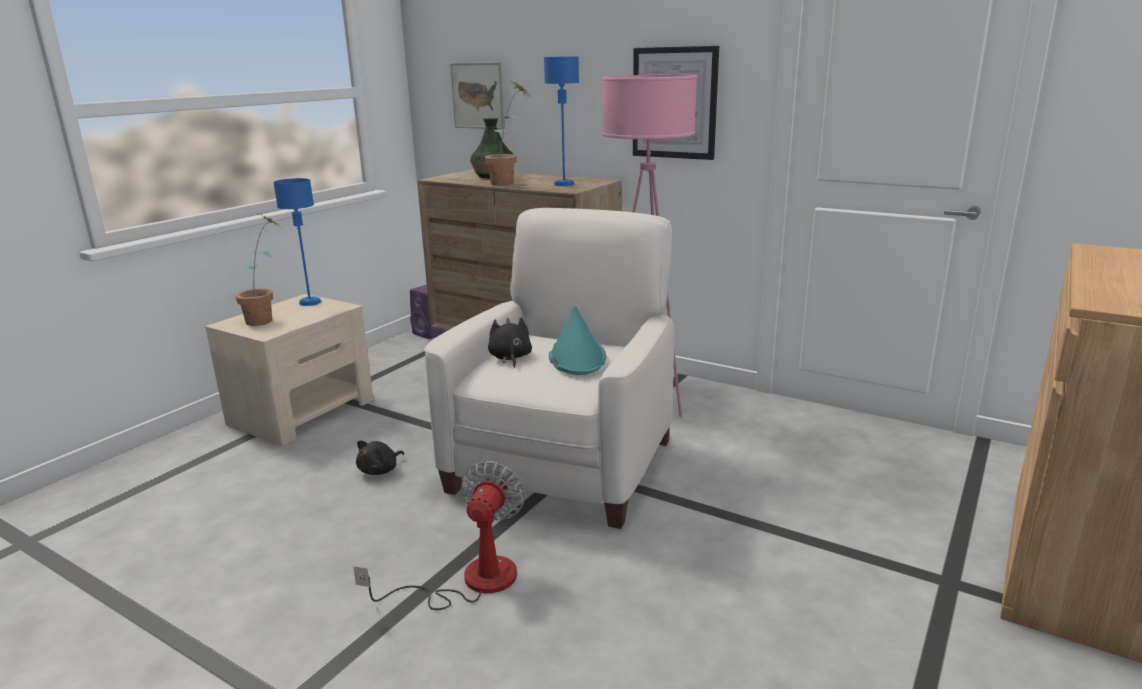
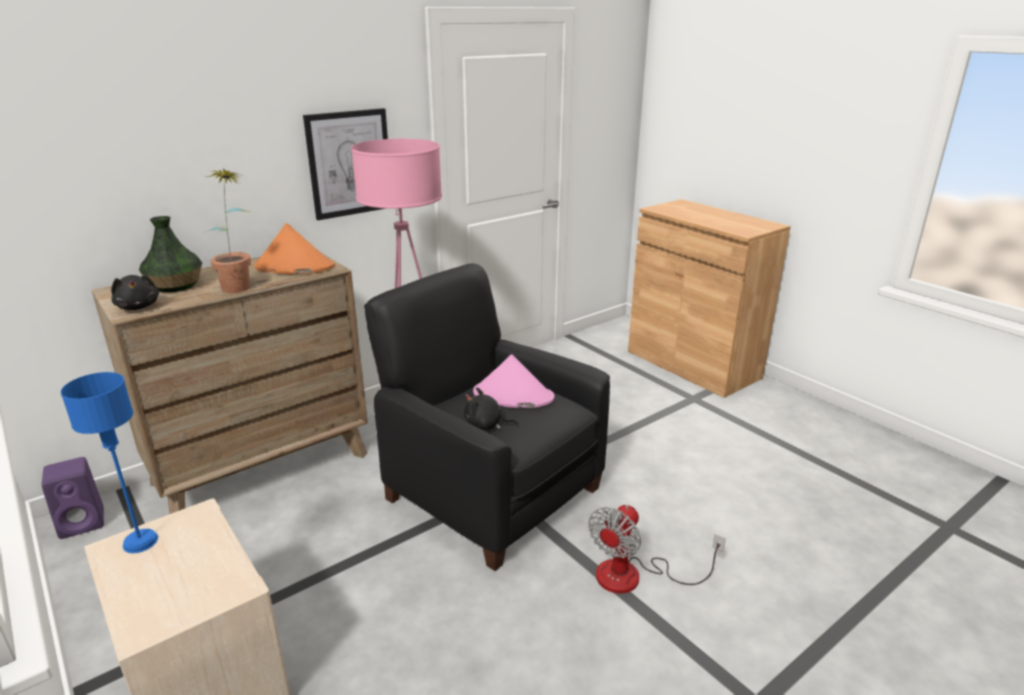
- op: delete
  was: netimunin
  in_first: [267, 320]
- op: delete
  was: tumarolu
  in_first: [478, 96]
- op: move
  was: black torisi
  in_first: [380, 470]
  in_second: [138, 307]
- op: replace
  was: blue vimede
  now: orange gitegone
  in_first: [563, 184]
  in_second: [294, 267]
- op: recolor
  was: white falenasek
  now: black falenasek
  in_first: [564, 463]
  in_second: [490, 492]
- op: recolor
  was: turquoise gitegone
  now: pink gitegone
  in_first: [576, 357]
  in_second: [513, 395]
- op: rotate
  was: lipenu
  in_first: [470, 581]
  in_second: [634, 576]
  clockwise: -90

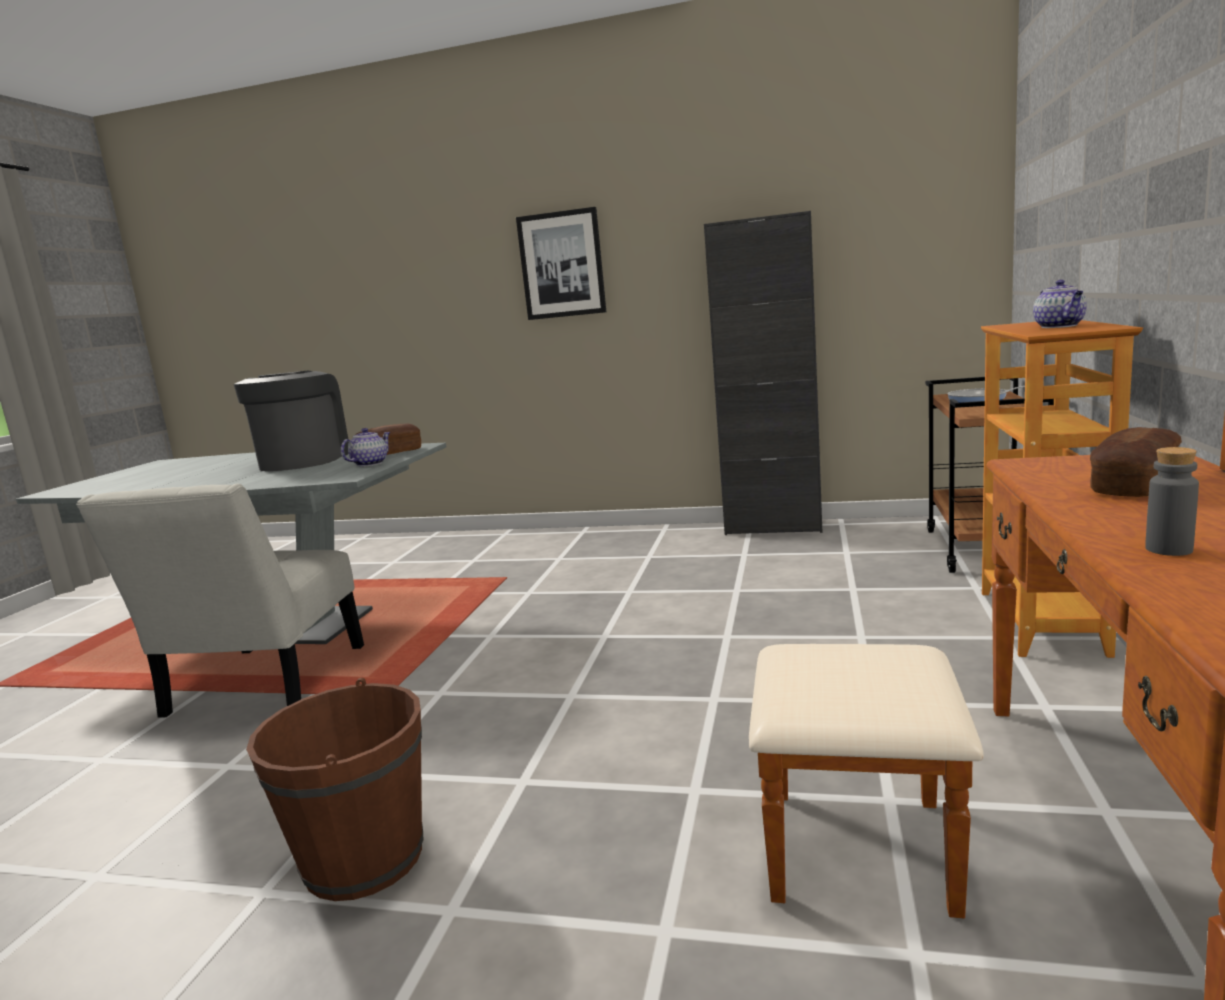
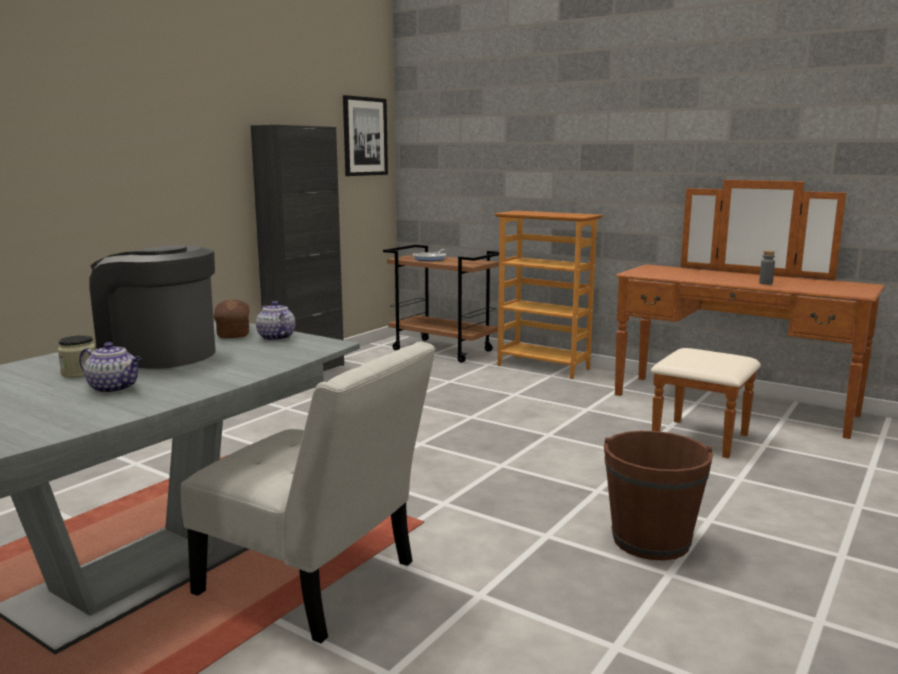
- op: delete
  was: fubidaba
  in_first: [1134, 485]
- op: insert
  now: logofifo
  in_second: [79, 373]
- op: move
  was: tumarolu
  in_first: [562, 265]
  in_second: [364, 136]
- op: move
  was: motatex
  in_first: [1060, 326]
  in_second: [114, 388]

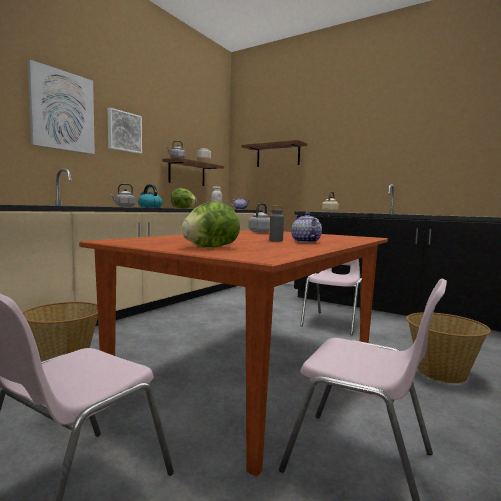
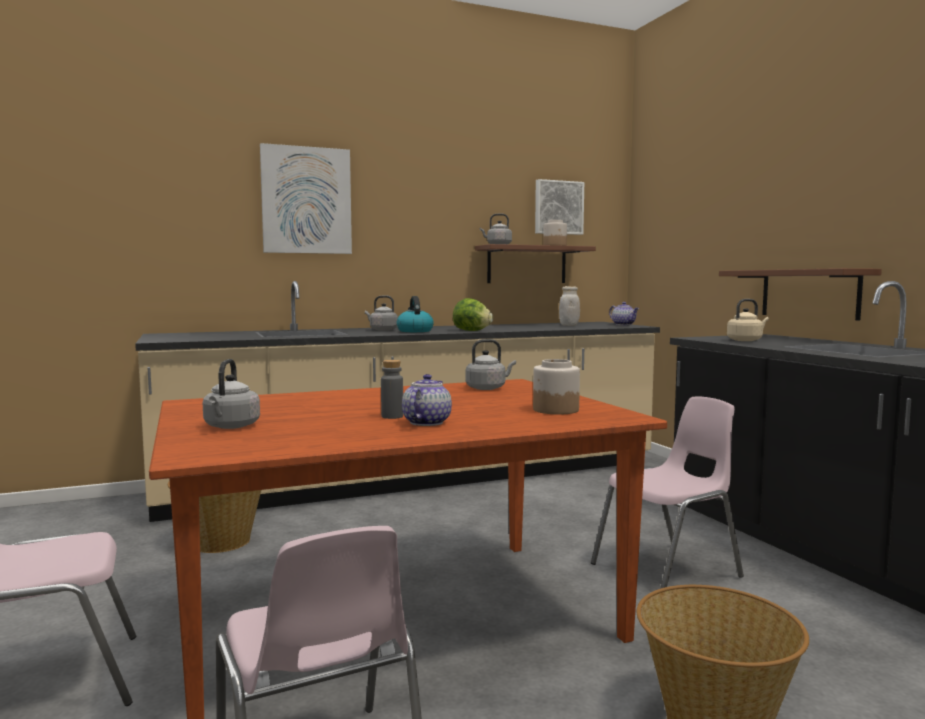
- op: insert
  now: logofifo
  in_second: [555, 410]
- op: move
  was: tumarolu
  in_first: [124, 132]
  in_second: [558, 207]
- op: move
  was: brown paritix
  in_first: [278, 155]
  in_second: [809, 293]
- op: replace
  was: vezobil
  now: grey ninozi
  in_first: [210, 247]
  in_second: [231, 427]

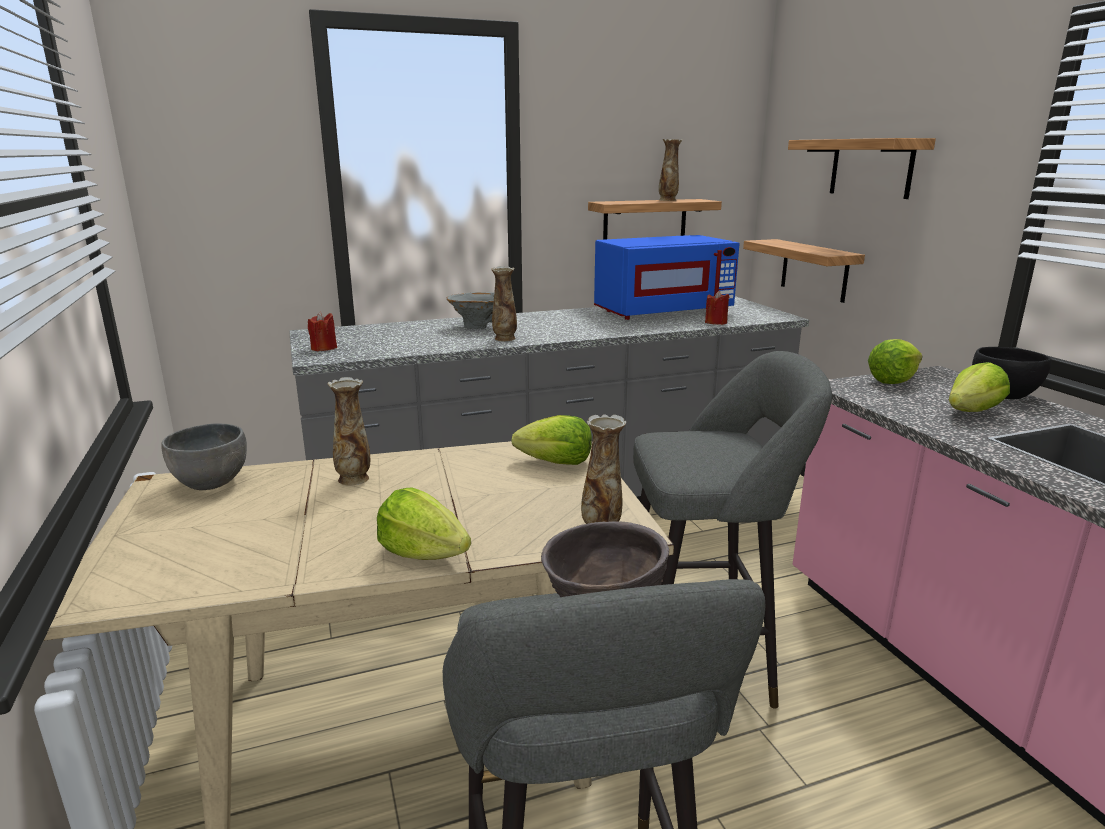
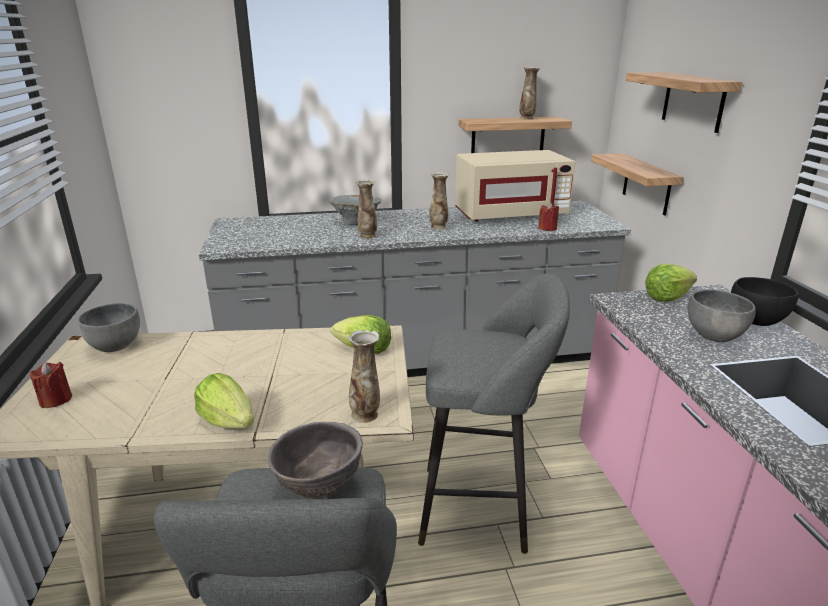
- op: move
  was: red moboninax
  in_first: [324, 348]
  in_second: [56, 400]
- op: move
  was: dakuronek
  in_first: [354, 479]
  in_second: [438, 227]
- op: replace
  was: vezobil
  now: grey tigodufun
  in_first: [971, 412]
  in_second: [715, 336]
- op: recolor
  was: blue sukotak
  now: beige sukotak
  in_first: [662, 312]
  in_second: [510, 214]

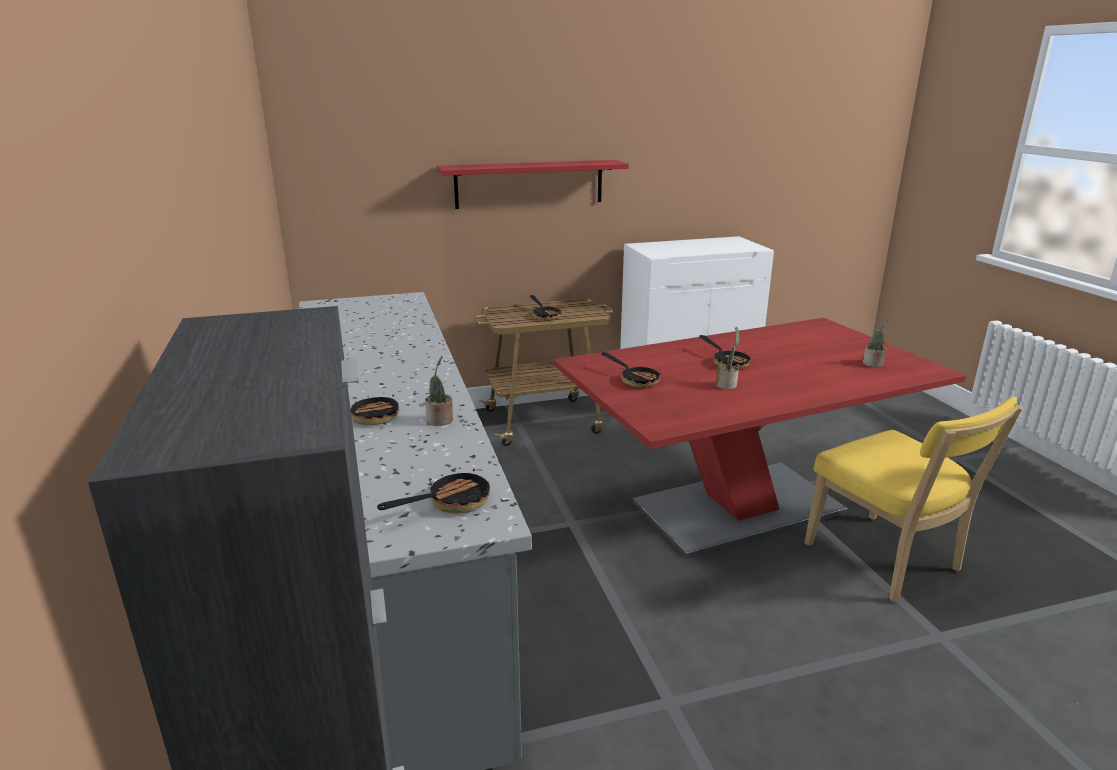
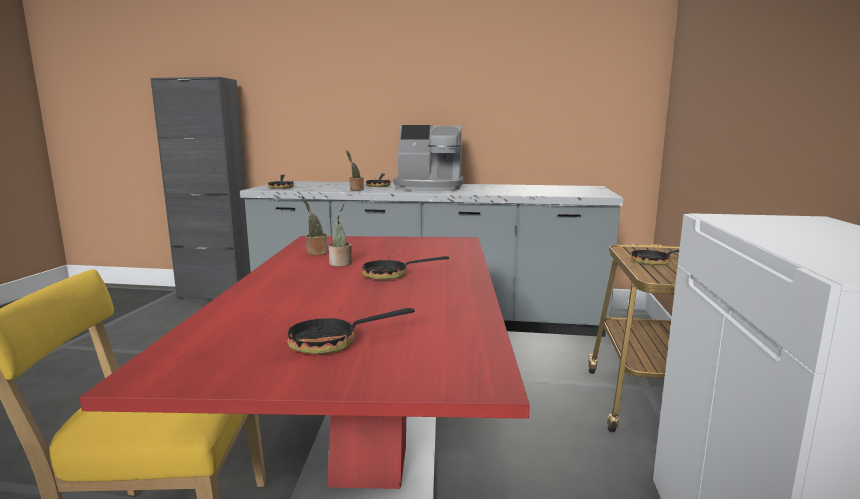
- op: delete
  was: red paritix
  in_first: [529, 184]
- op: insert
  now: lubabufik
  in_second: [429, 187]
- op: move
  was: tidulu
  in_first: [635, 379]
  in_second: [334, 343]
- op: move
  was: netimunin
  in_first: [873, 364]
  in_second: [315, 253]

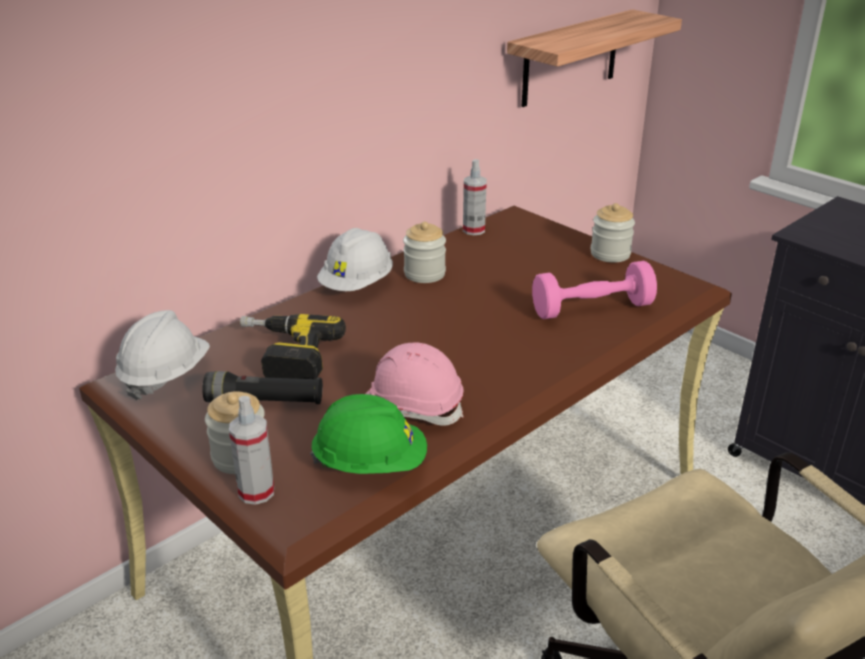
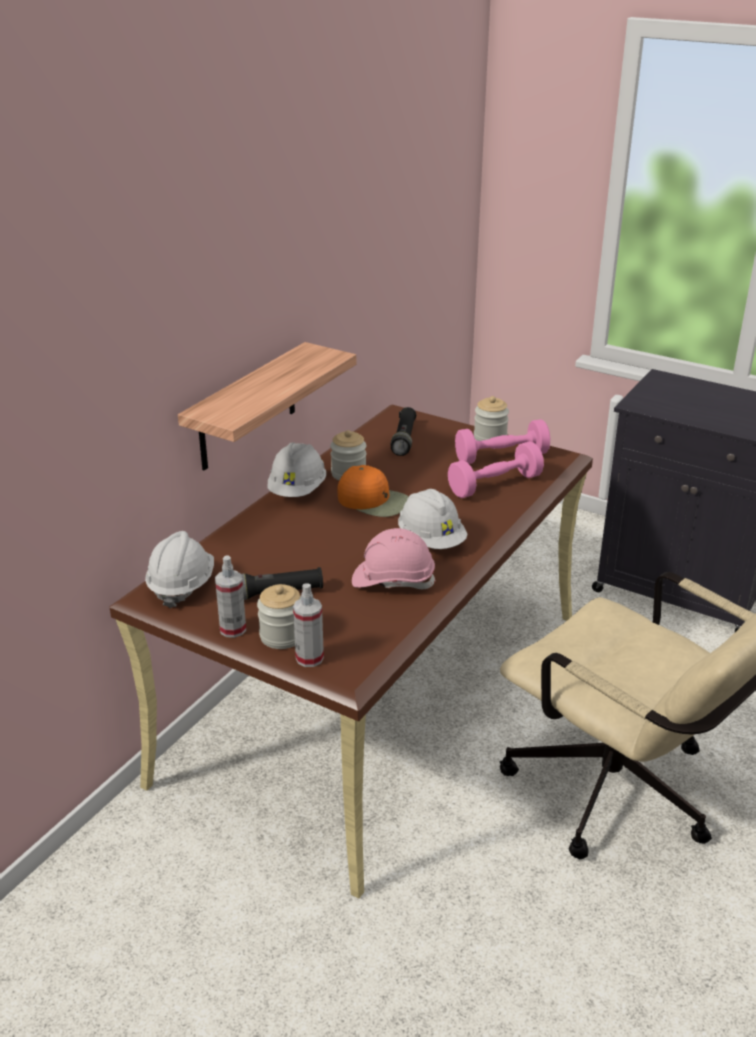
- op: delete
  was: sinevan
  in_first: [283, 356]
- op: delete
  was: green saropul
  in_first: [370, 464]
- op: insert
  now: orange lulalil
  in_second: [374, 501]
- op: insert
  now: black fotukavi
  in_second: [404, 439]
- op: insert
  now: white saropul
  in_second: [431, 540]
- op: insert
  now: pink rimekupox
  in_second: [501, 457]
- op: move
  was: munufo
  in_first: [473, 230]
  in_second: [233, 629]
- op: move
  was: paritix
  in_first: [570, 58]
  in_second: [247, 407]

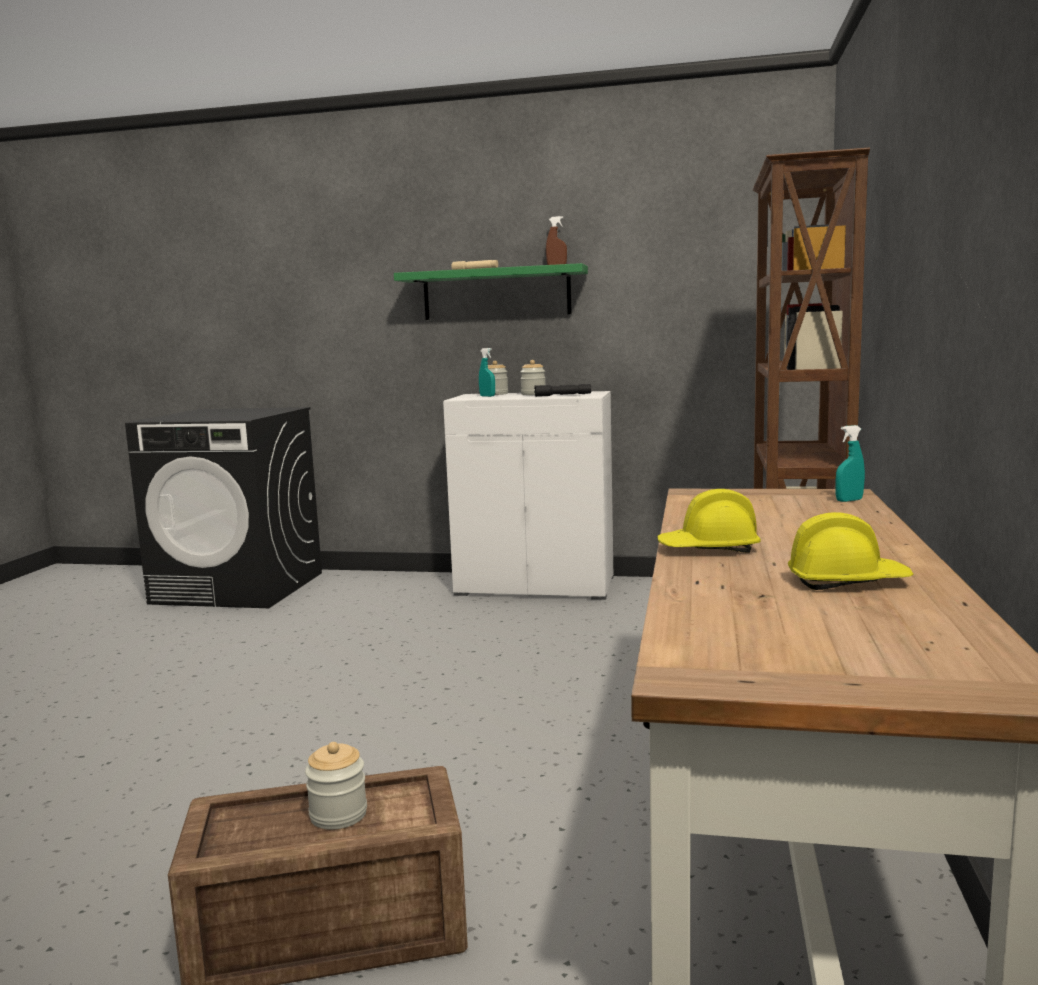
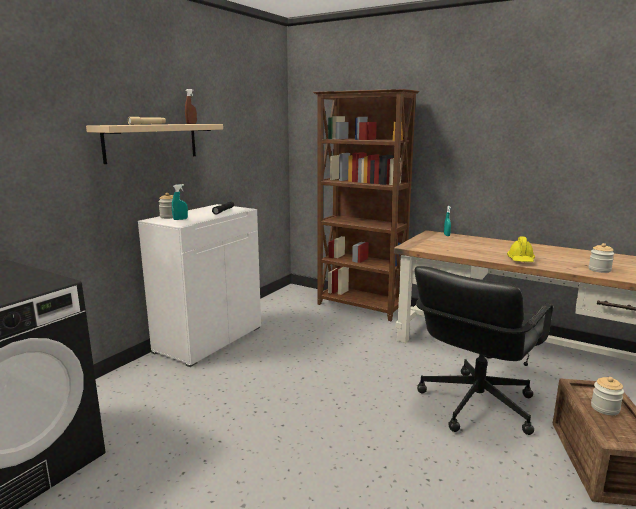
- op: delete
  was: yellow saropul
  in_first: [846, 581]
- op: insert
  now: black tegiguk
  in_second: [475, 404]
- op: move
  was: logofifo
  in_first: [533, 394]
  in_second: [599, 270]
- op: recolor
  was: green paritix
  now: beige paritix
  in_first: [496, 294]
  in_second: [152, 142]

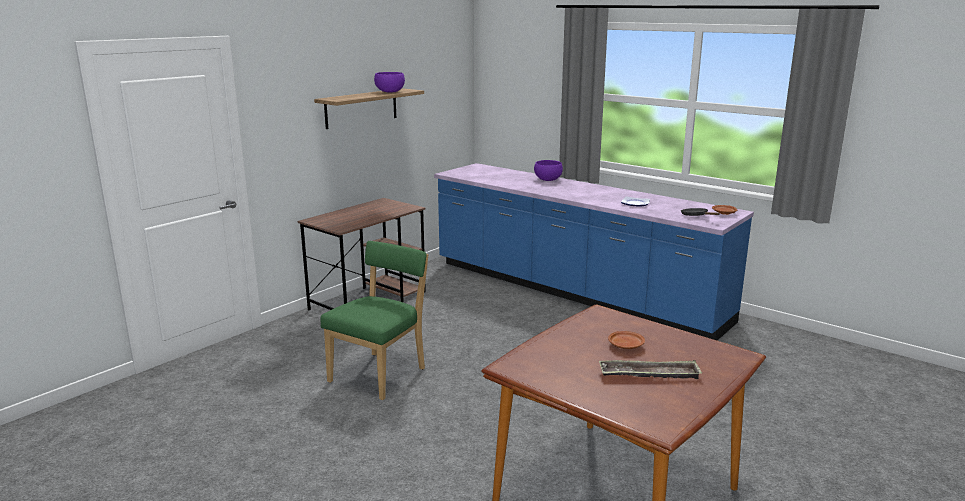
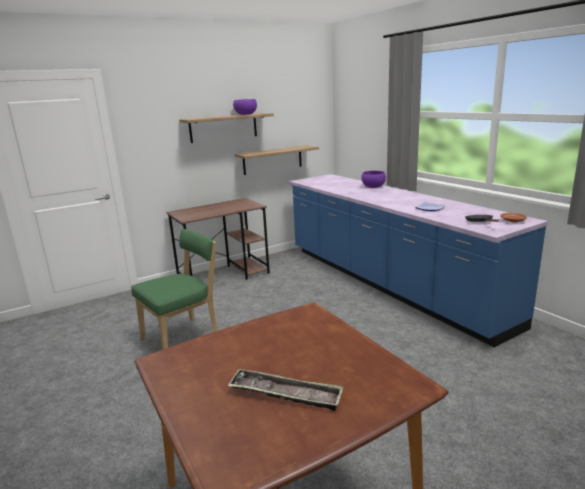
- op: delete
  was: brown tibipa
  in_first: [626, 345]
- op: insert
  now: paritix
  in_second: [272, 160]

